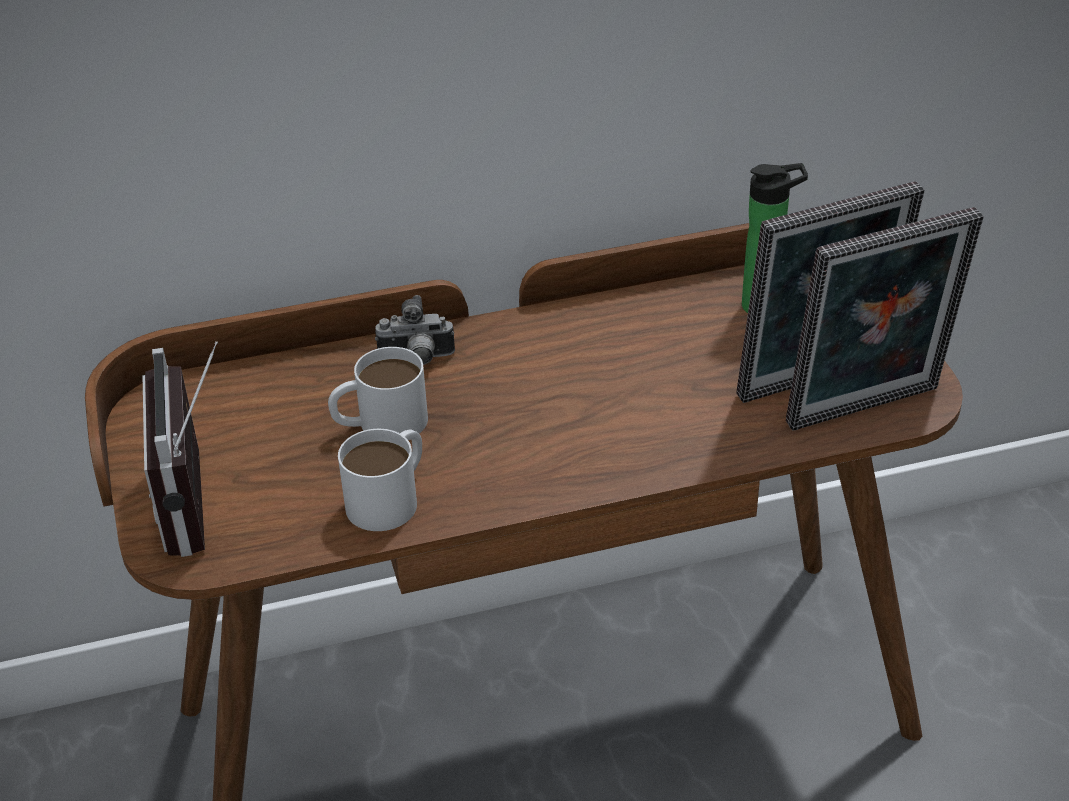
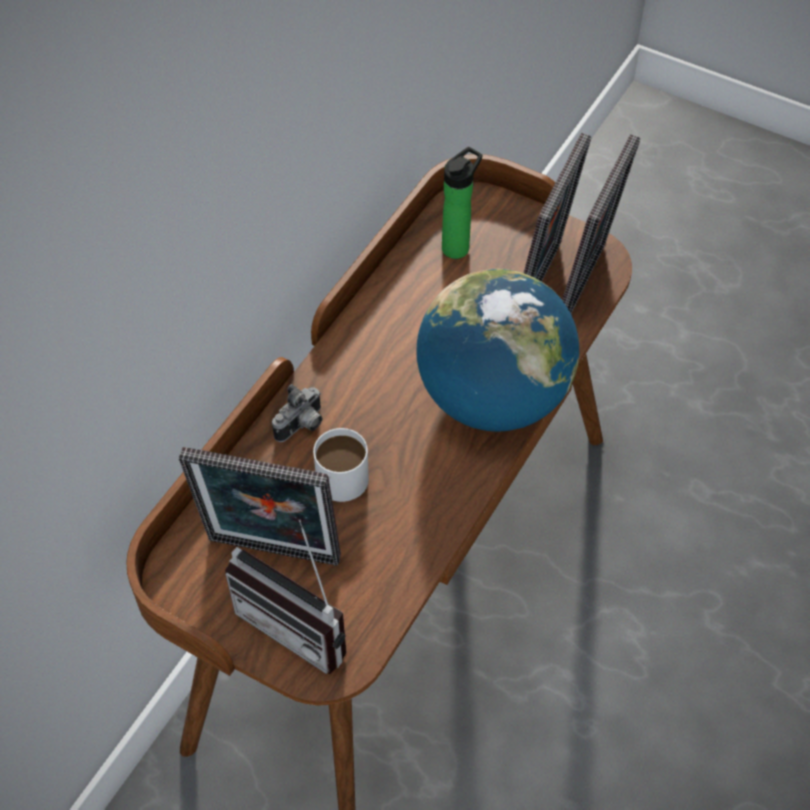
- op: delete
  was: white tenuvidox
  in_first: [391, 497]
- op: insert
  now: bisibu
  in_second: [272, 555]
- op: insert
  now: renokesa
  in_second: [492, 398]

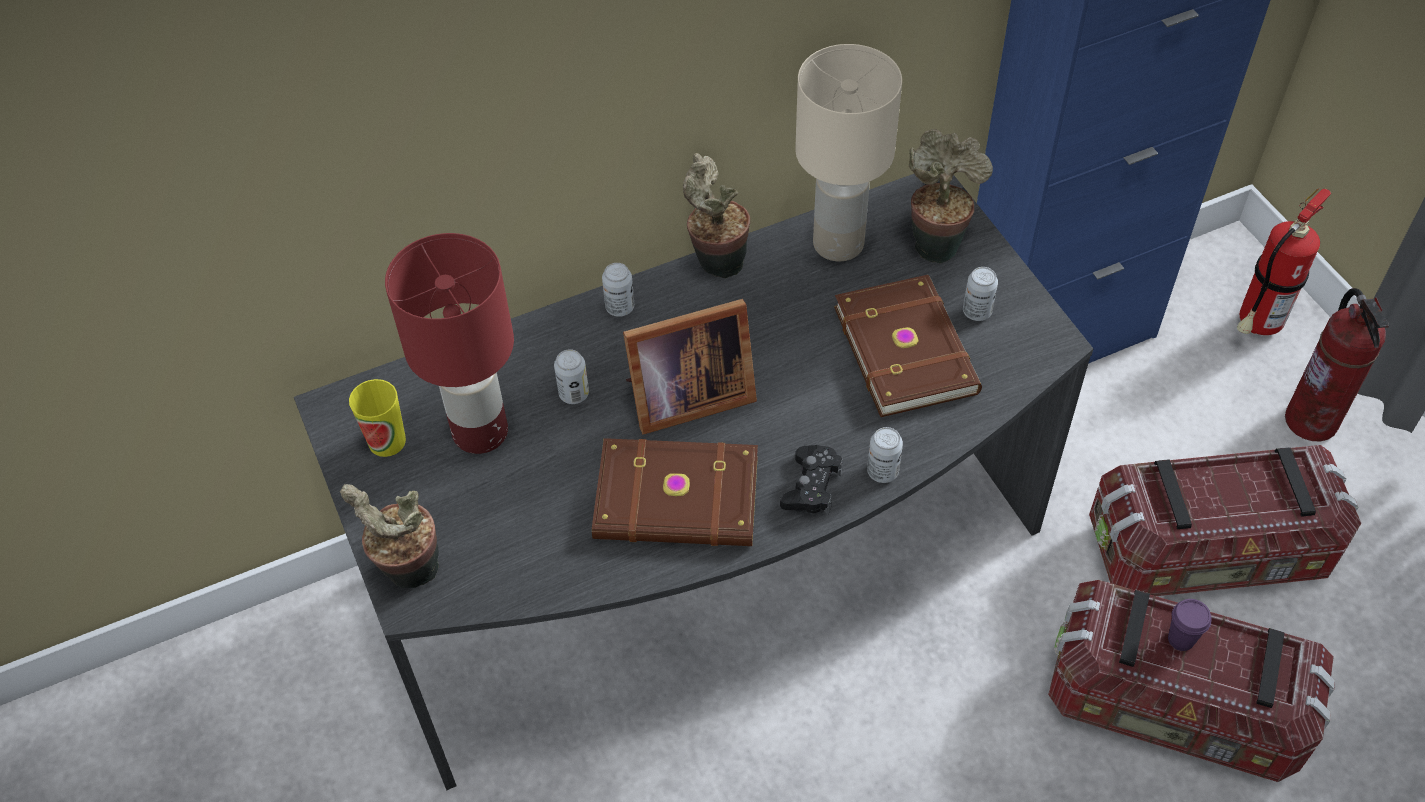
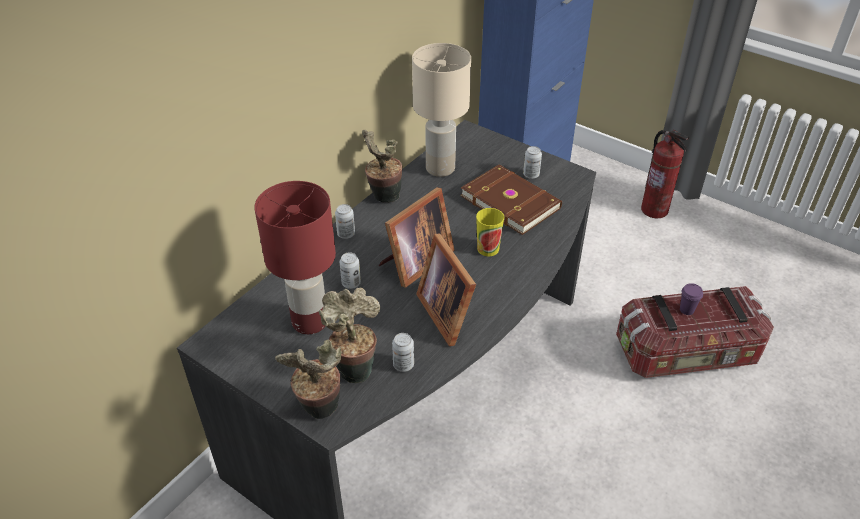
- op: delete
  was: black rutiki
  in_first: [811, 486]
- op: delete
  was: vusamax
  in_first: [1210, 552]
- op: delete
  was: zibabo
  in_first: [1256, 327]
- op: move
  was: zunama
  in_first: [387, 441]
  in_second: [488, 249]
- op: move
  was: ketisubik
  in_first: [882, 472]
  in_second: [403, 365]
- op: move
  was: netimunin
  in_first: [936, 243]
  in_second: [354, 368]
- op: replace
  was: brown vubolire
  now: bisibu
  in_first: [677, 501]
  in_second: [448, 312]

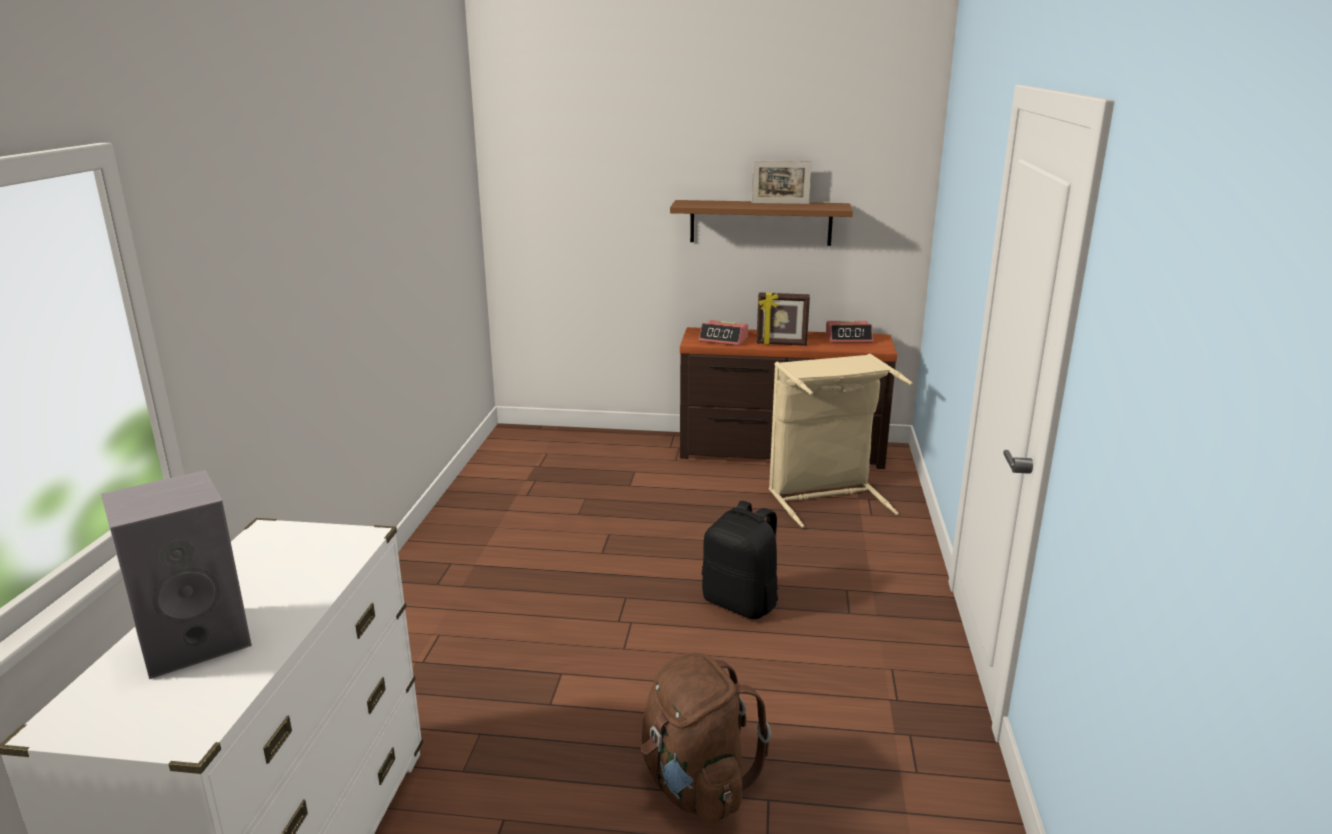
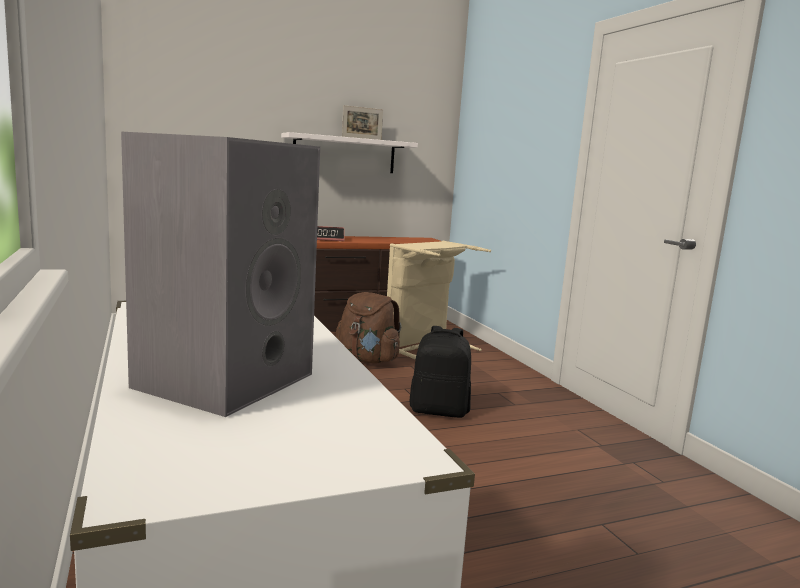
- op: delete
  was: bisibu
  in_first: [781, 344]
- op: delete
  was: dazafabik
  in_first: [848, 338]
- op: move
  was: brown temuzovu
  in_first: [695, 785]
  in_second: [367, 360]
- op: recolor
  was: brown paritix
  now: white paritix
  in_first: [760, 222]
  in_second: [344, 154]

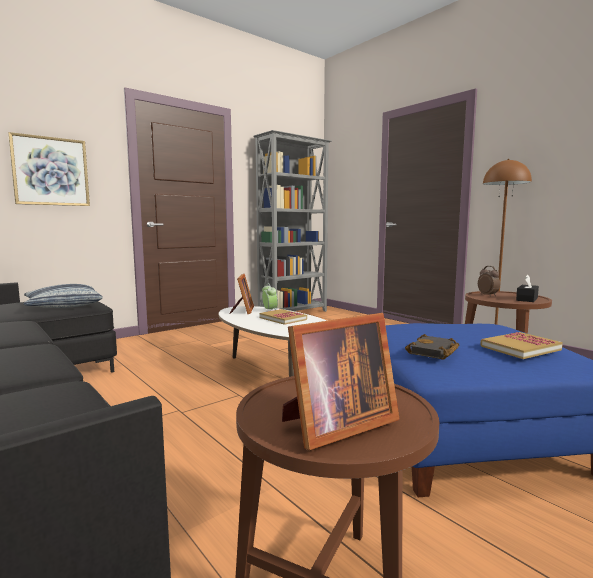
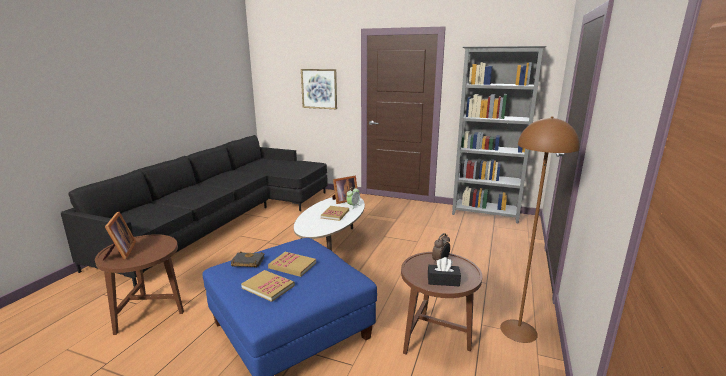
- op: delete
  was: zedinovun
  in_first: [63, 305]
- op: insert
  now: vubolire
  in_second: [292, 265]
- op: rotate
  was: bisibu
  in_first: [335, 425]
  in_second: [121, 252]
  clockwise: -135

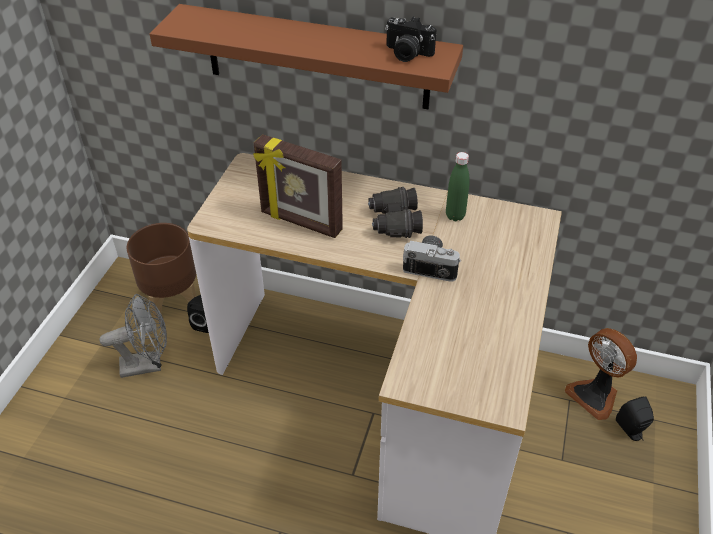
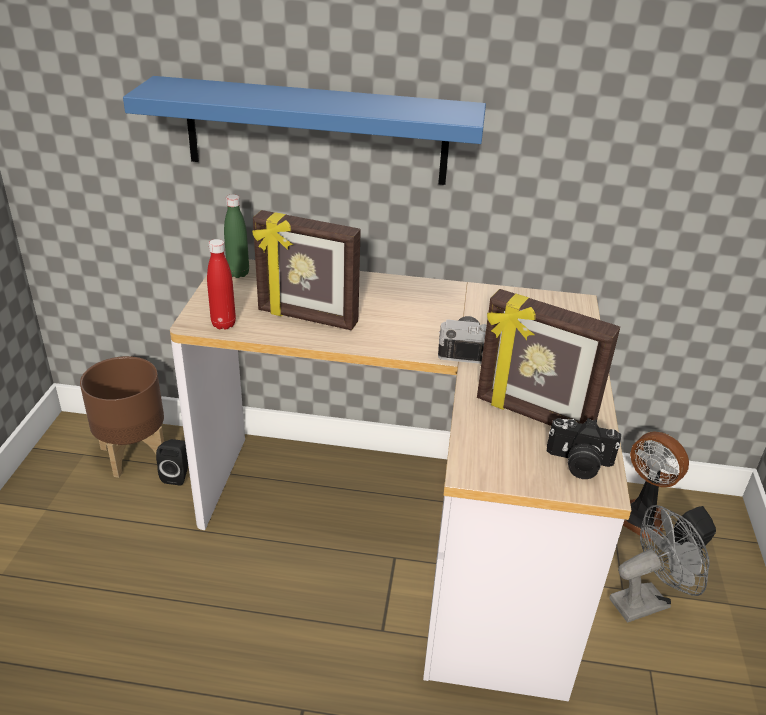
- op: delete
  was: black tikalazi
  in_first: [394, 222]
- op: insert
  now: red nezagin
  in_second: [223, 324]
- op: insert
  now: bisibu
  in_second: [533, 415]
- op: move
  was: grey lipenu
  in_first: [148, 364]
  in_second: [646, 600]
- op: move
  was: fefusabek
  in_first: [406, 54]
  in_second: [578, 464]
- op: move
  was: green nezagin
  in_first: [455, 216]
  in_second: [238, 273]
- op: recolor
  was: brown paritix
  now: blue paritix
  in_first: [316, 57]
  in_second: [316, 131]

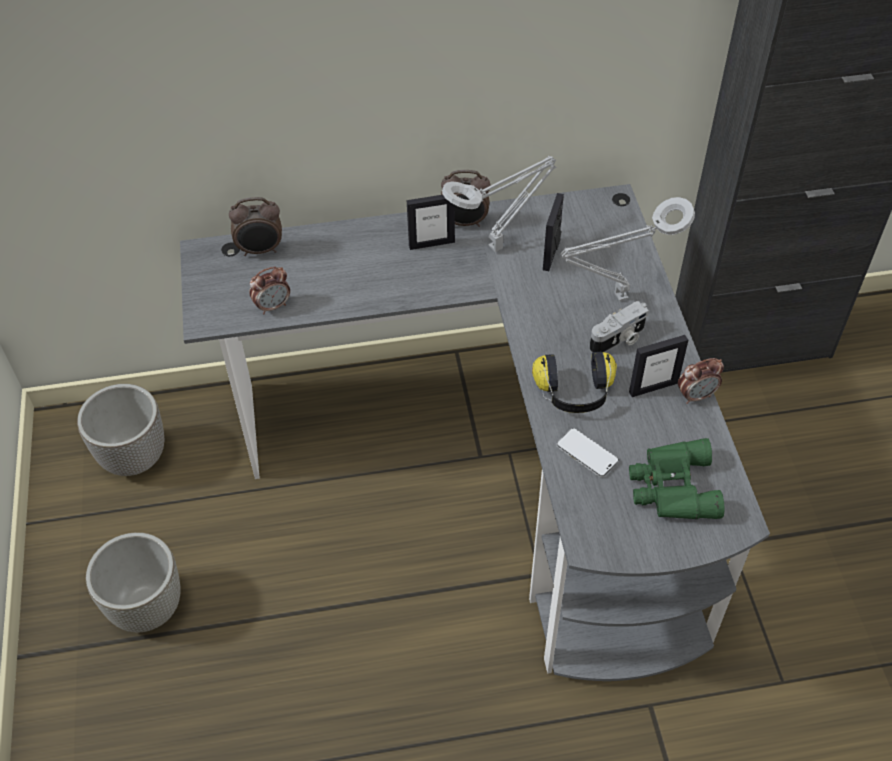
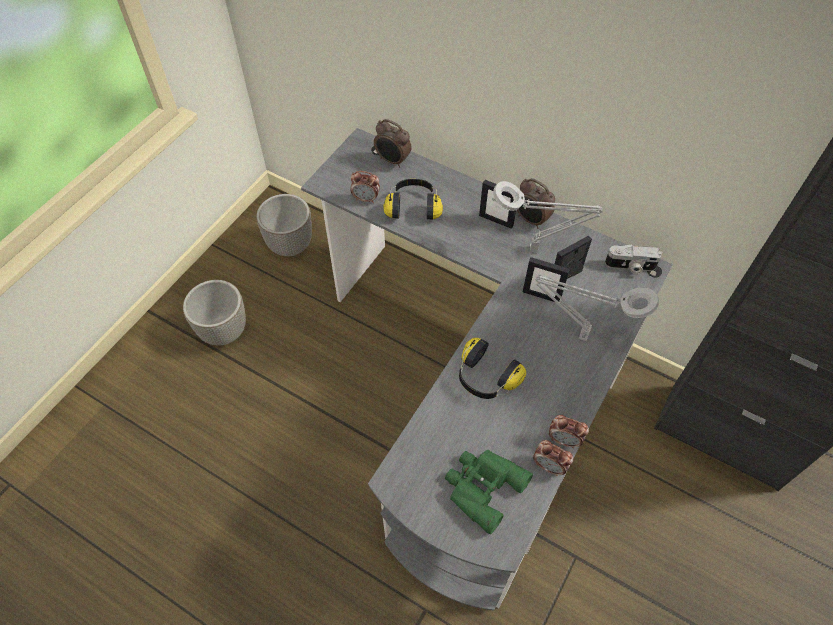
- op: delete
  was: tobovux
  in_first: [587, 454]
- op: insert
  now: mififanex
  in_second: [413, 207]
- op: insert
  now: dazafabik
  in_second: [549, 466]
- op: move
  was: fefusabek
  in_first: [619, 339]
  in_second: [630, 266]
- op: move
  was: bisibu
  in_first: [653, 387]
  in_second: [541, 295]

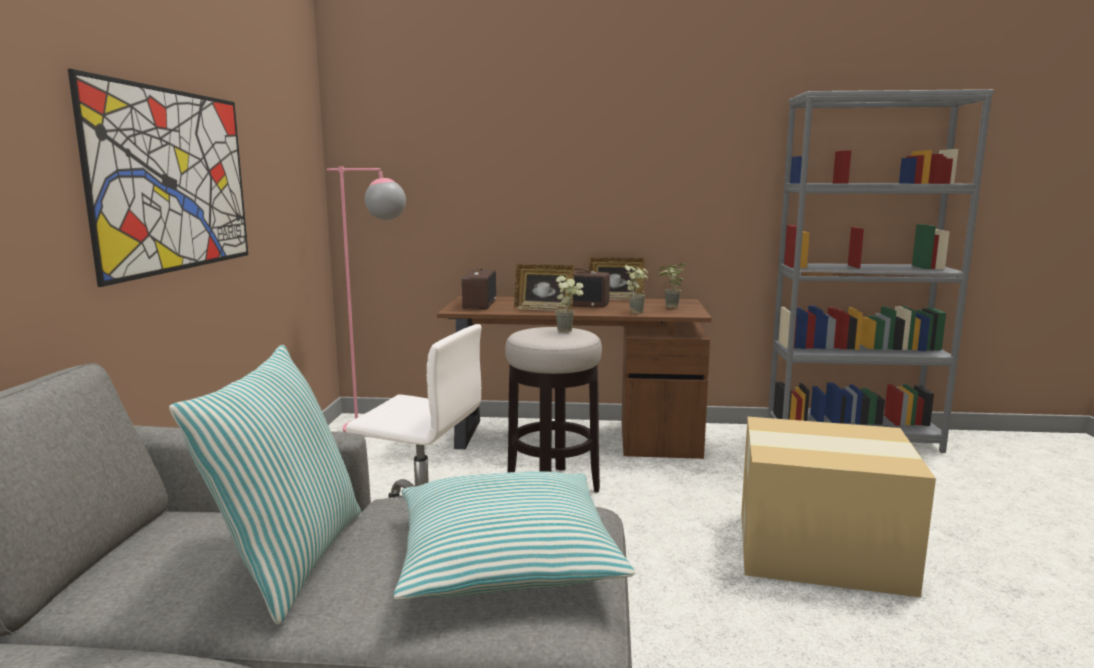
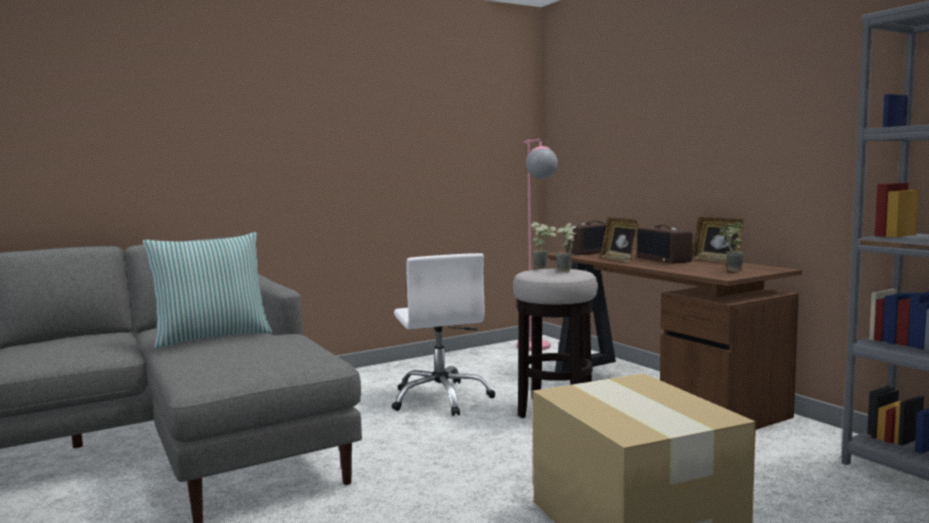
- op: delete
  was: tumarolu
  in_first: [174, 180]
- op: delete
  was: zedinovun
  in_first: [505, 557]
- op: move
  was: netimunin
  in_first: [636, 312]
  in_second: [544, 268]

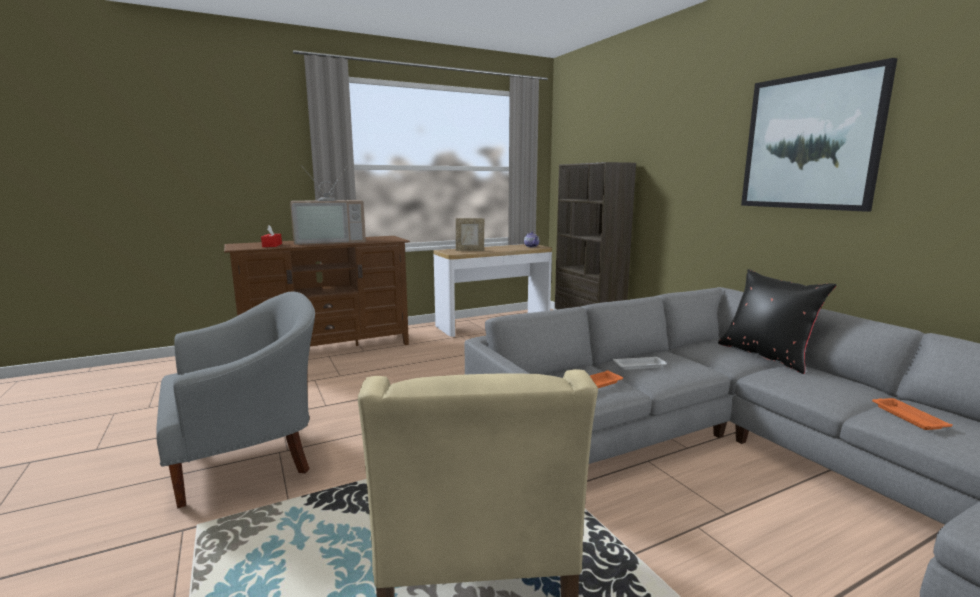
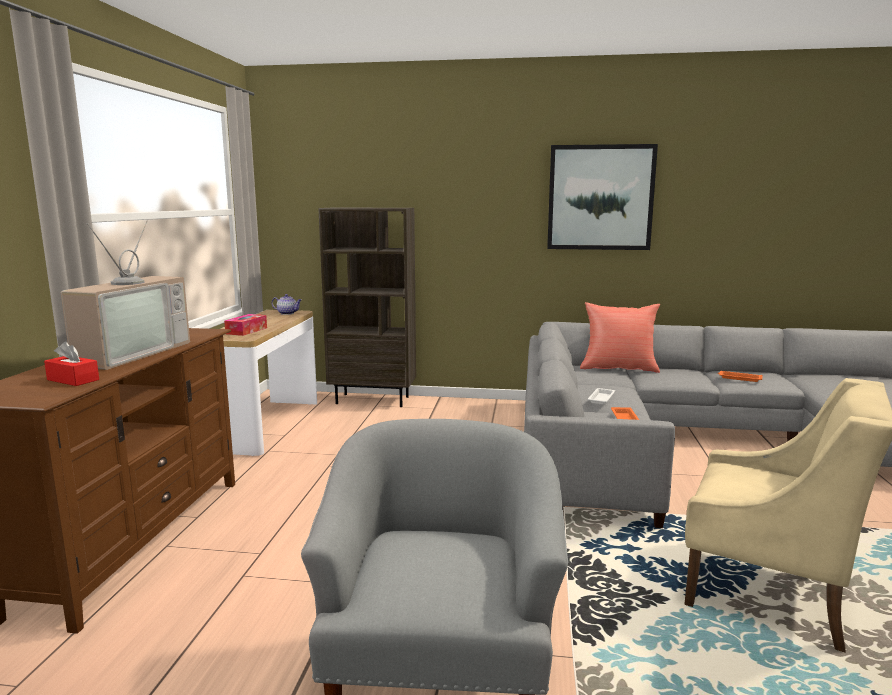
- op: replace
  was: bisibu
  now: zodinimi
  in_first: [470, 250]
  in_second: [246, 331]
- op: recolor
  was: black zedinovun
  now: red zedinovun
  in_first: [766, 356]
  in_second: [618, 368]

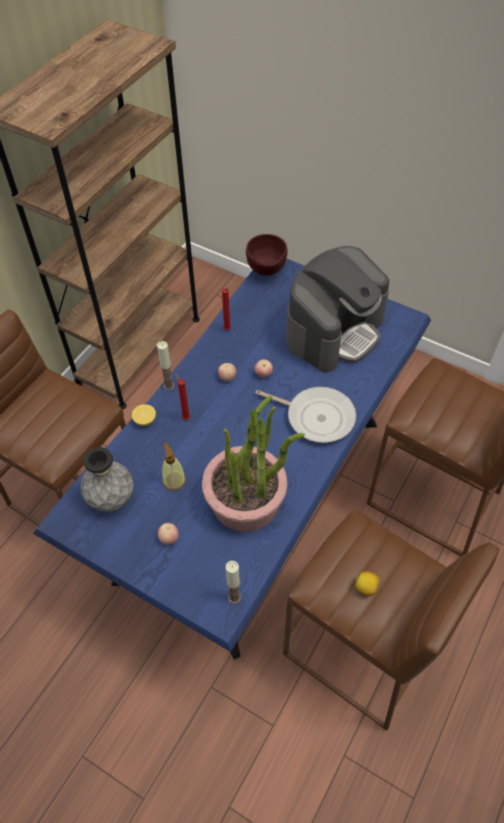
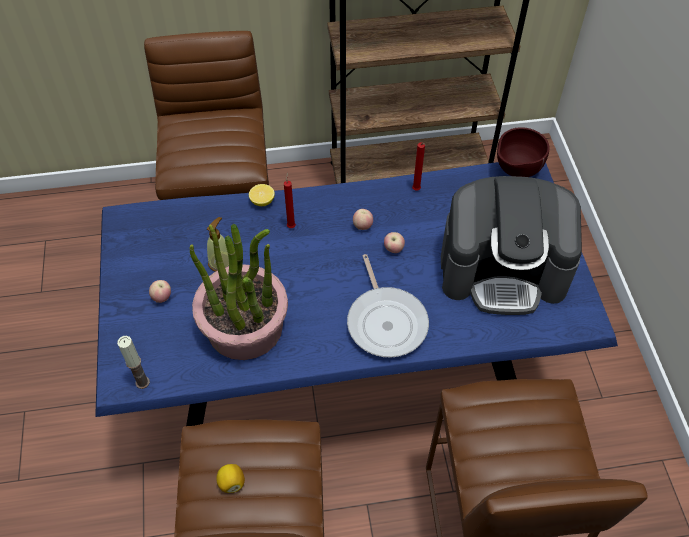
- op: delete
  was: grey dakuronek
  in_first: [112, 499]
- op: delete
  was: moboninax
  in_first: [169, 385]

